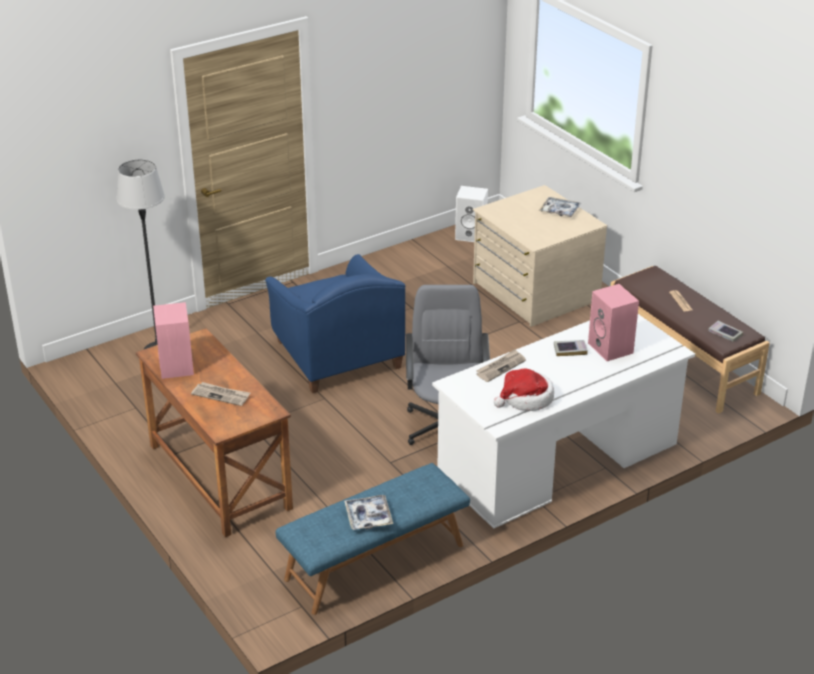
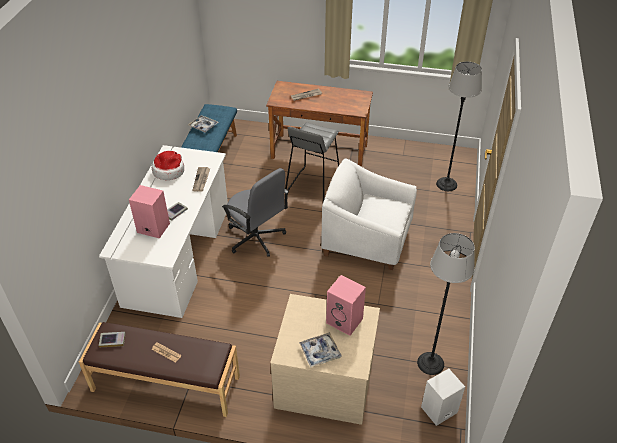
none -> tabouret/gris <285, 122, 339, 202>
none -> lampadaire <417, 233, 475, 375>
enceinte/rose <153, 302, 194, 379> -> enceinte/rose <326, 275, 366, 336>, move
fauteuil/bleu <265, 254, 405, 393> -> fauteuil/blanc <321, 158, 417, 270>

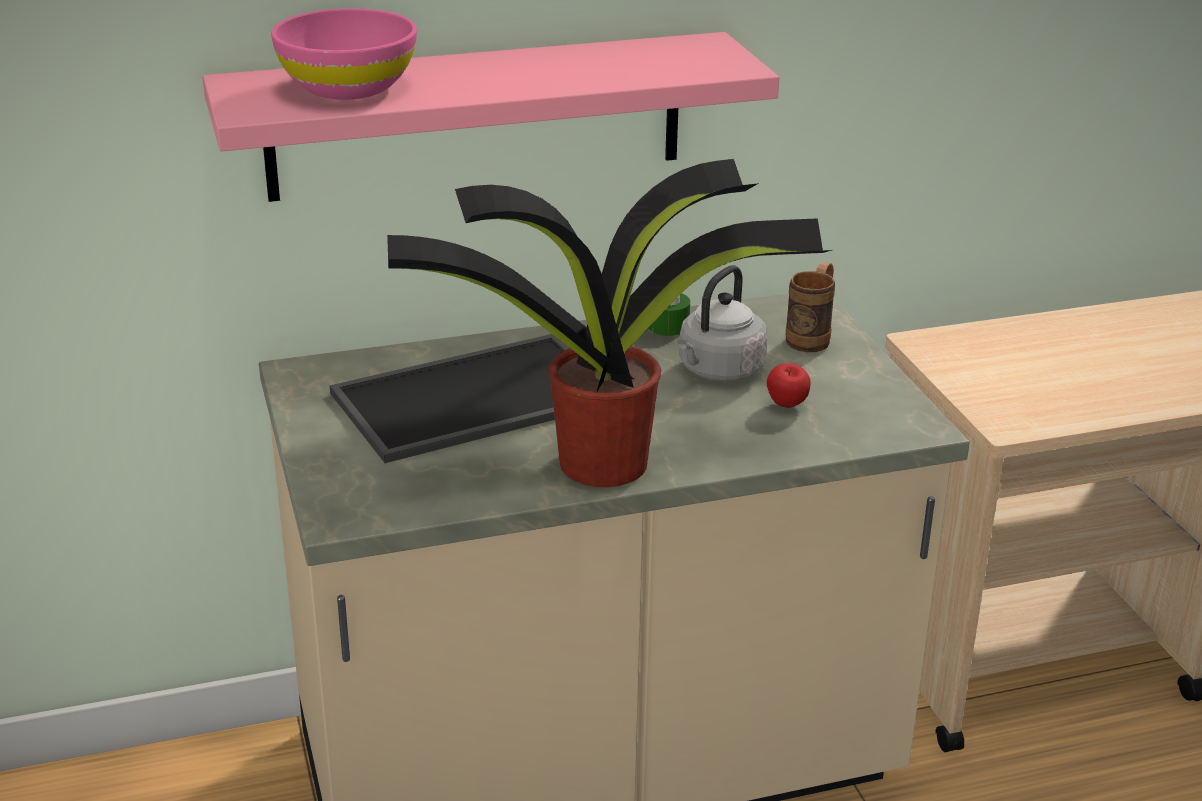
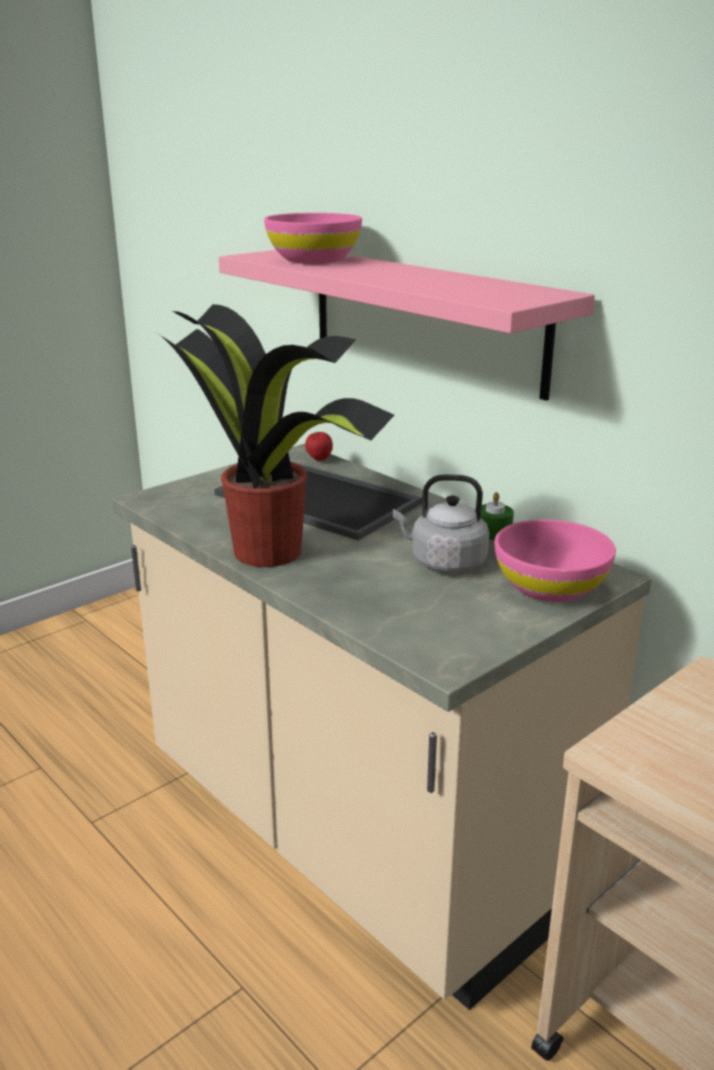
pomme <767, 363, 811, 408> -> pomme <305, 432, 333, 461>, move
mug/marron <785, 262, 835, 352> -> bol/rose <495, 519, 616, 602>

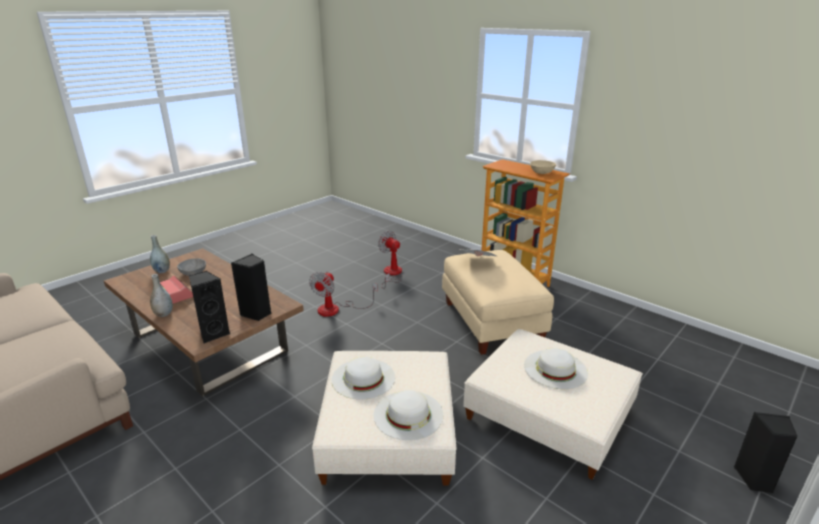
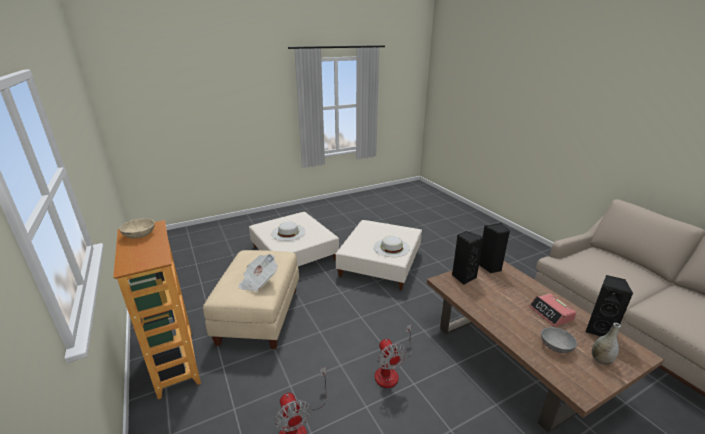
vase/gris <150, 274, 173, 317> -> none
chapeau/blanc <374, 390, 443, 440> -> none
enceinte/noir <734, 412, 798, 493> -> enceinte/noir <586, 275, 633, 337>, move
ventilateur <309, 272, 378, 316> -> ventilateur <375, 325, 411, 388>, 120 degrees clockwise

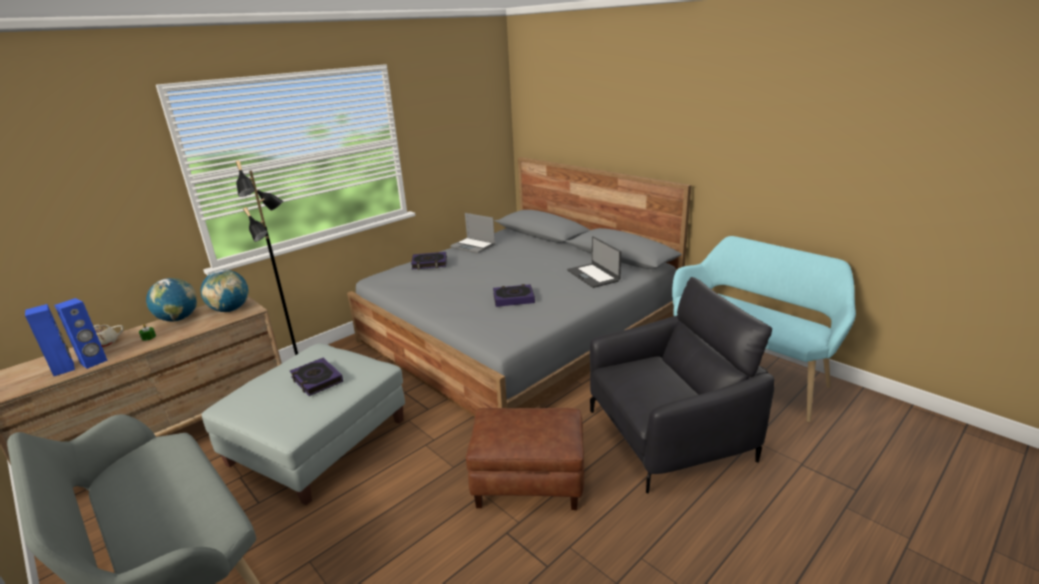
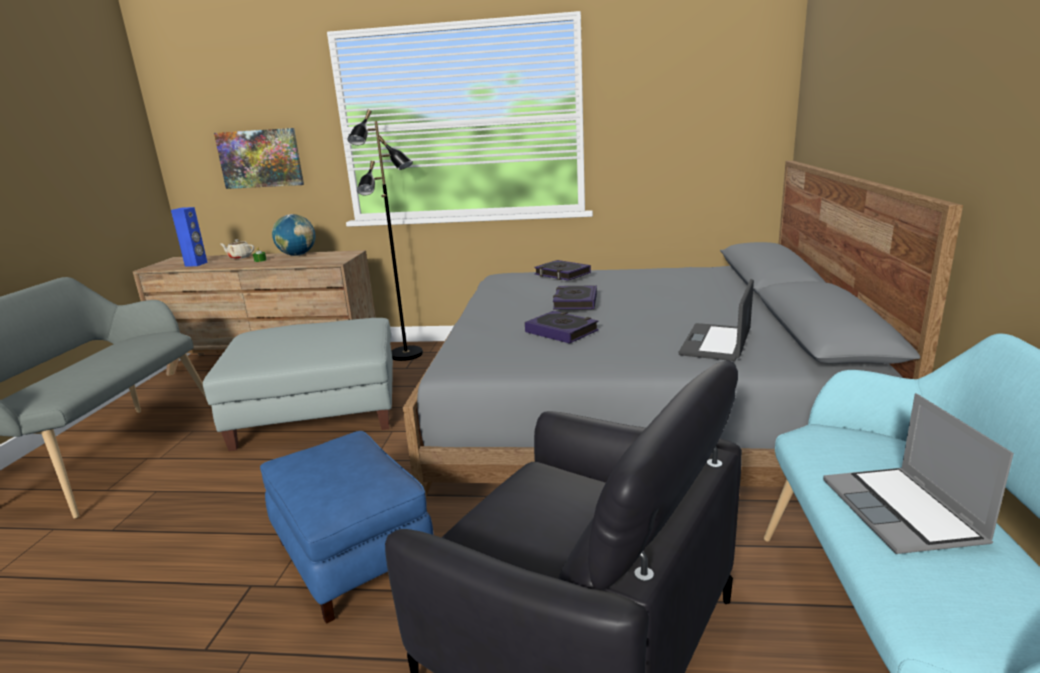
enceinte/bleu <54, 298, 108, 369> -> none
globe <201, 270, 249, 312> -> none
none -> tableau <214, 128, 304, 189>
livre <290, 358, 343, 396> -> livre <553, 285, 597, 309>, move
ordinateur portable <450, 213, 495, 254> -> ordinateur portable <823, 393, 1014, 554>, move
pouf/marron <466, 408, 584, 510> -> pouf/bleu <260, 431, 434, 624>

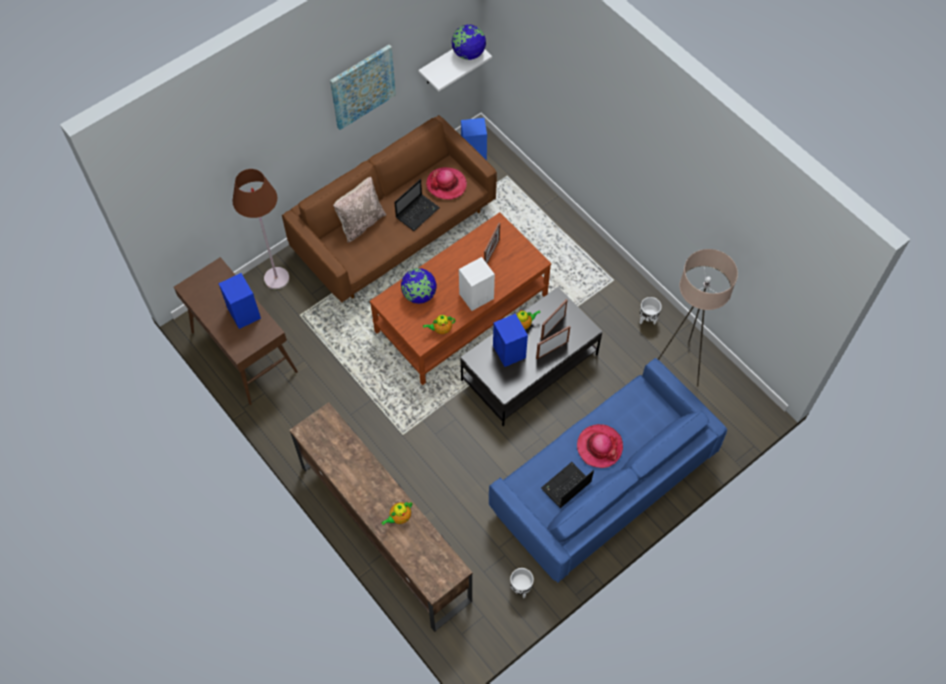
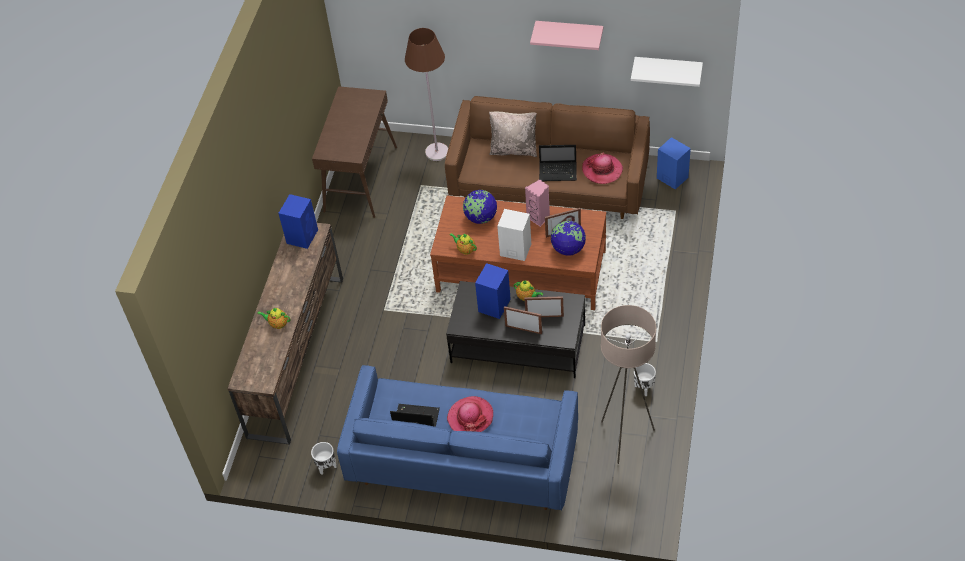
none -> enceinte/rose <525, 179, 550, 227>
enceinte/bleu <218, 273, 261, 329> -> enceinte/bleu <278, 194, 318, 249>, move
globe <452, 25, 486, 60> -> globe <551, 221, 586, 256>, move
tableau <330, 45, 396, 130> -> étagère/rose <530, 21, 603, 50>

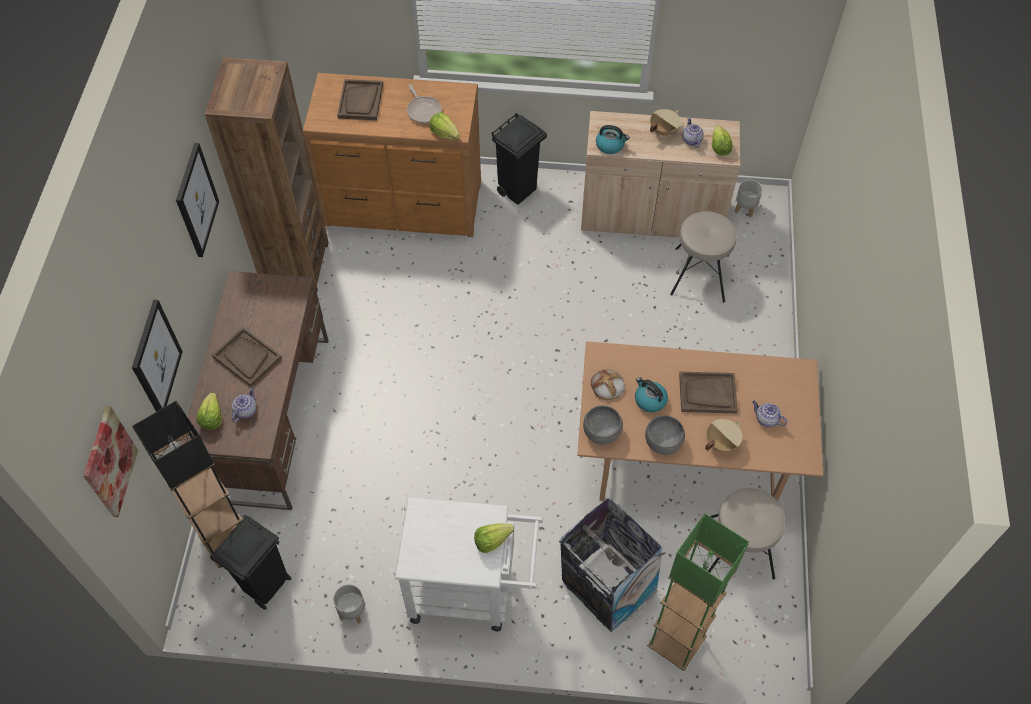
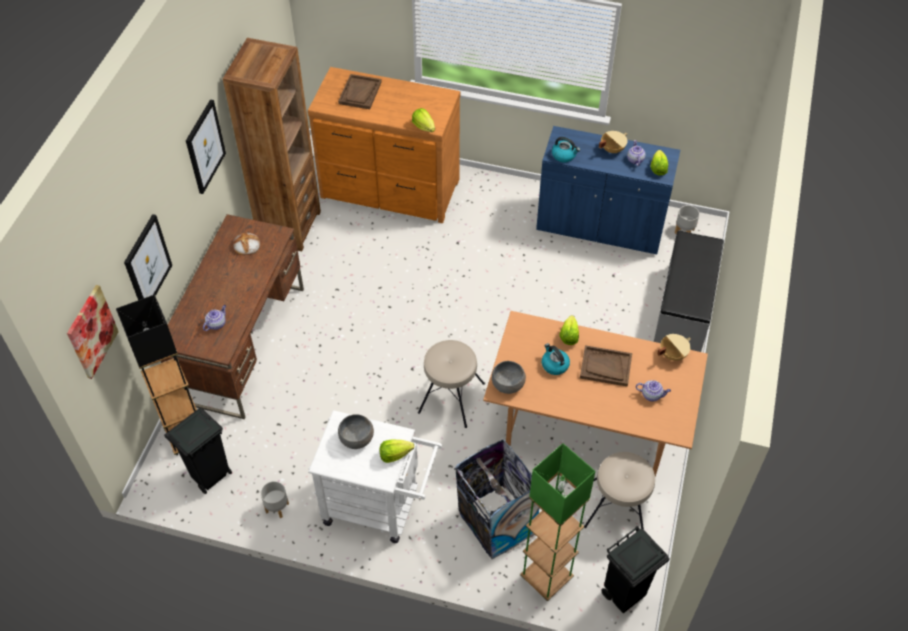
plateau/marron <212, 327, 282, 387> -> none
poêle <407, 84, 442, 123> -> none
none -> banc/gris <654, 230, 724, 352>
laitue <196, 392, 222, 430> -> laitue <559, 315, 579, 345>, move
poubelle/noir <491, 113, 547, 205> -> poubelle/noir <601, 526, 670, 613>, move
pain <591, 369, 625, 400> -> pain <233, 232, 260, 255>, move
bol/gris <645, 416, 685, 455> -> bol/gris <338, 414, 374, 449>, move
tabouret/beige <670, 211, 737, 302> -> tabouret/beige <418, 340, 485, 428>, move
marmite/beige <705, 419, 742, 453> -> marmite/beige <657, 334, 691, 361>, move
meuble de rangement/beige <581, 111, 740, 238> -> meuble de rangement/bleu <536, 126, 680, 254>
théière <752, 401, 787, 427> -> théière <636, 380, 671, 401>, 150 degrees clockwise

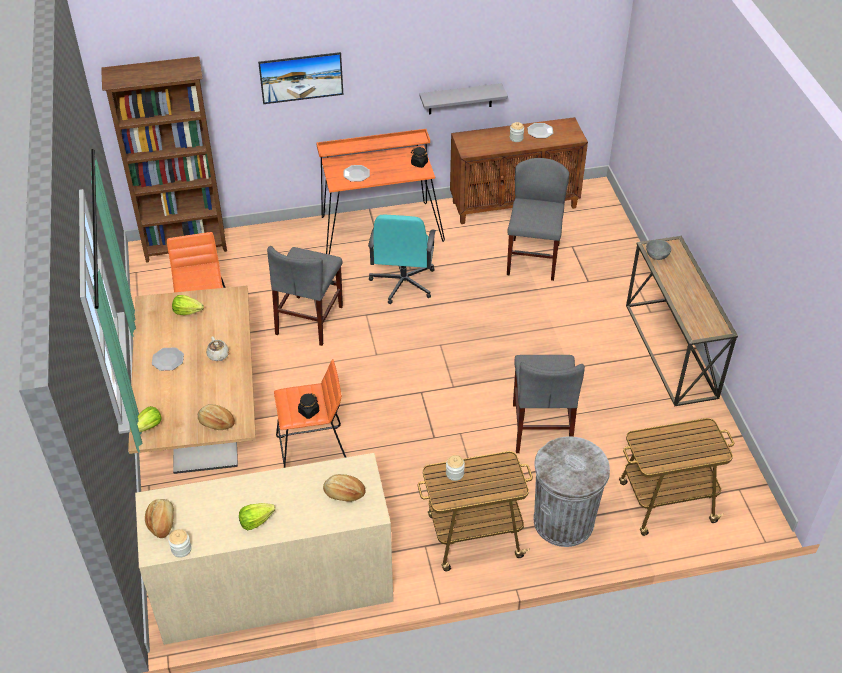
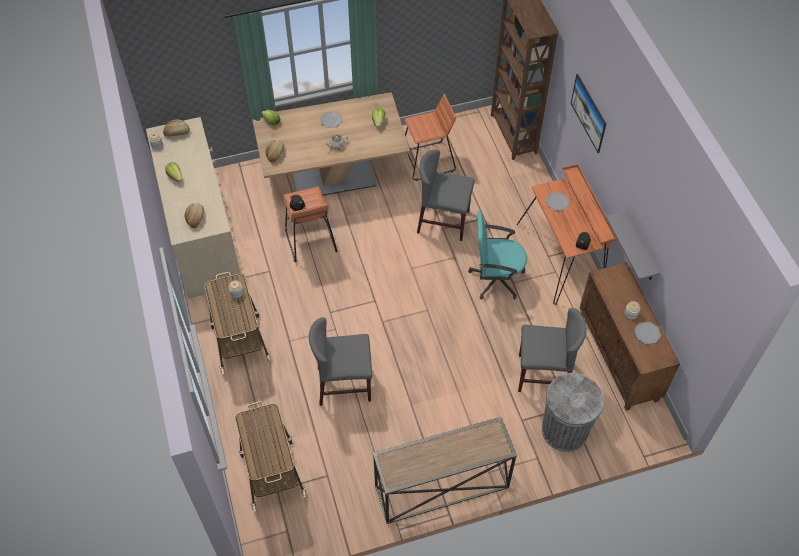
bol/gris <646, 240, 671, 260> -> none
poubelle/gris <533, 436, 610, 547> -> poubelle/gris <542, 373, 604, 452>, move

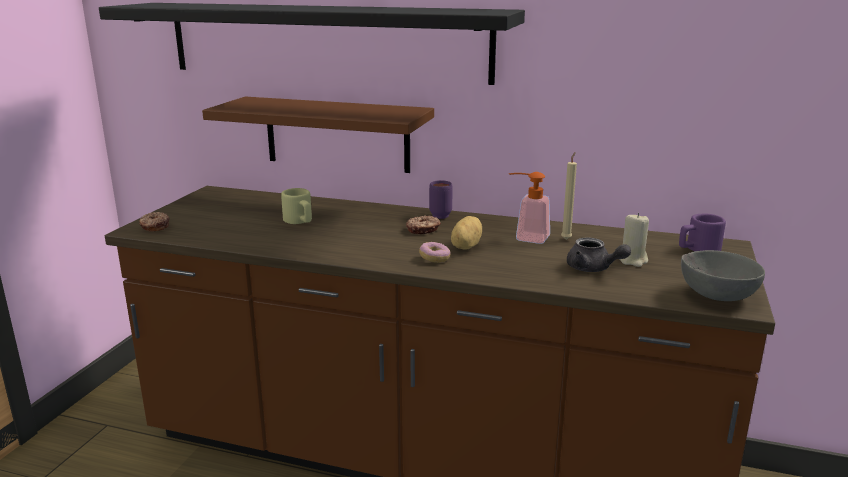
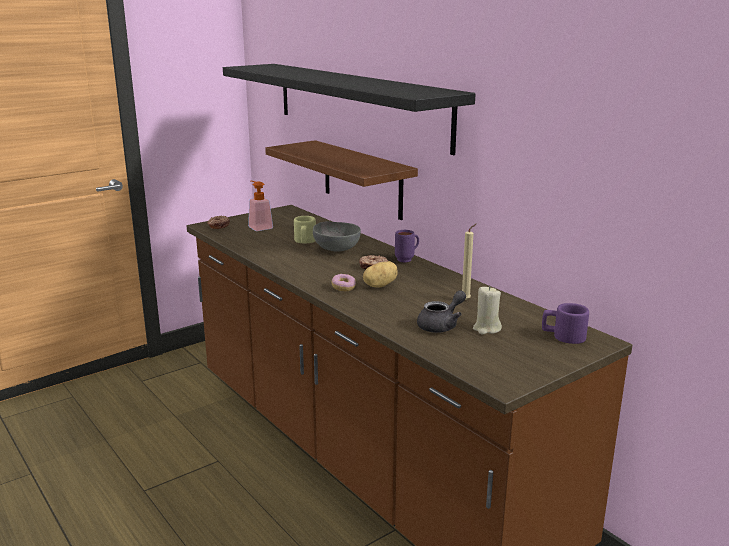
distributeur de savon <509, 172, 550, 244> -> distributeur de savon <248, 181, 273, 231>, move
bol/gris <681, 250, 765, 301> -> bol/gris <313, 221, 361, 252>, move
théière/gris <567, 237, 631, 272> -> théière/gris <417, 290, 466, 333>, 120 degrees counterclockwise

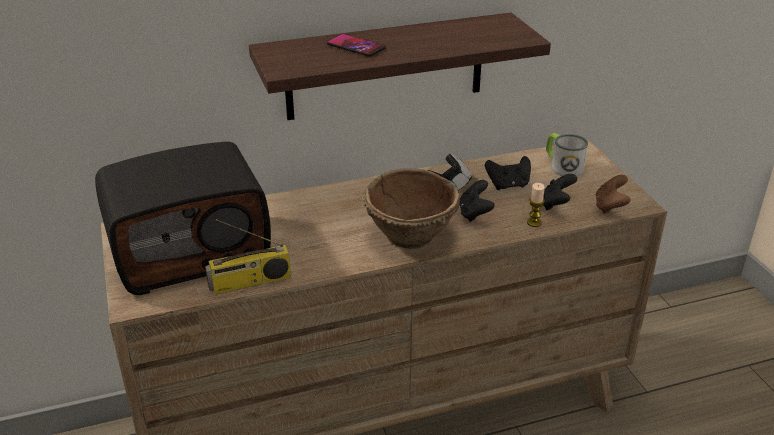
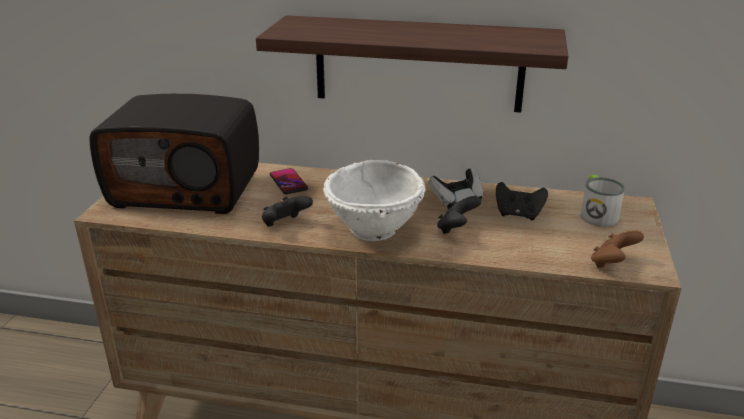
radio <205, 219, 291, 294> -> none
bougie <527, 183, 545, 227> -> none
téléphone <327, 34, 386, 57> -> téléphone <270, 168, 308, 194>, move
manette/noir <543, 174, 577, 210> -> manette/noir <262, 196, 313, 227>, move
bol/marron <363, 168, 460, 249> -> bol/blanc <323, 160, 426, 241>

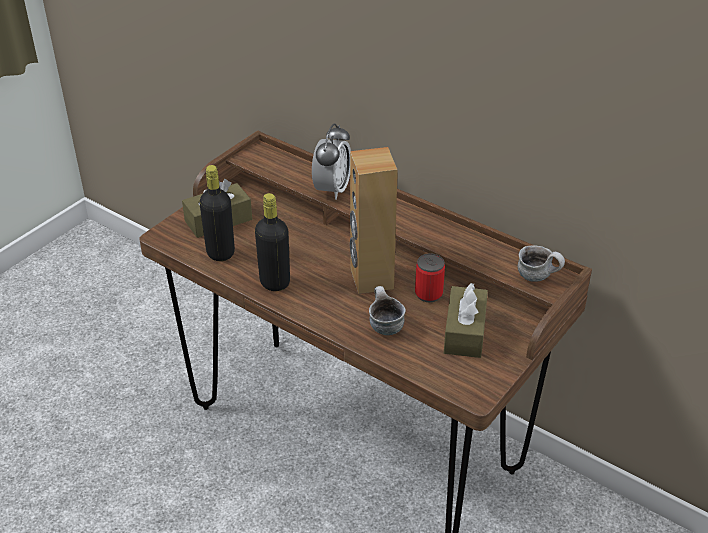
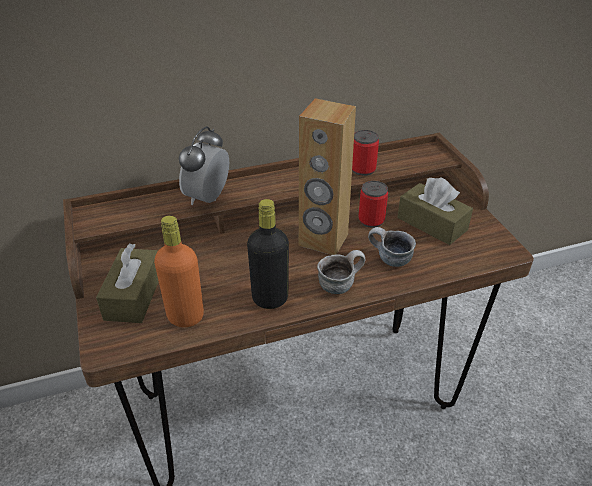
none -> boîte métallique <352, 130, 379, 176>
mug <518, 245, 565, 282> -> mug <317, 250, 365, 294>, move
bouteille/noir <199, 165, 235, 261> -> bouteille/orange <154, 216, 204, 327>
réveil <312, 123, 351, 200> -> réveil <179, 126, 229, 205>, 120 degrees counterclockwise

